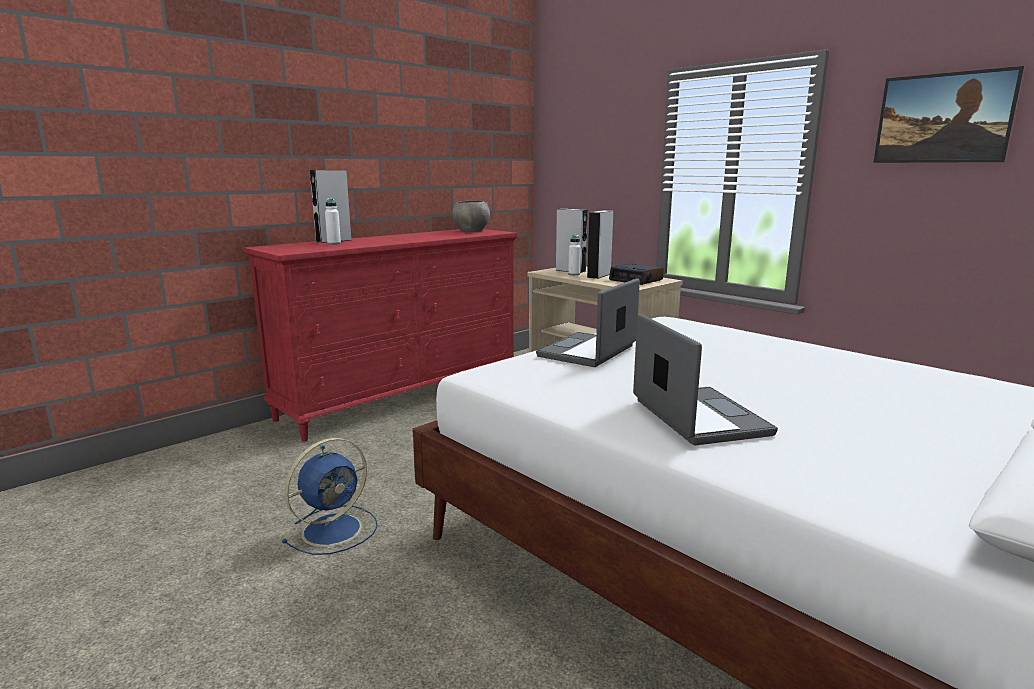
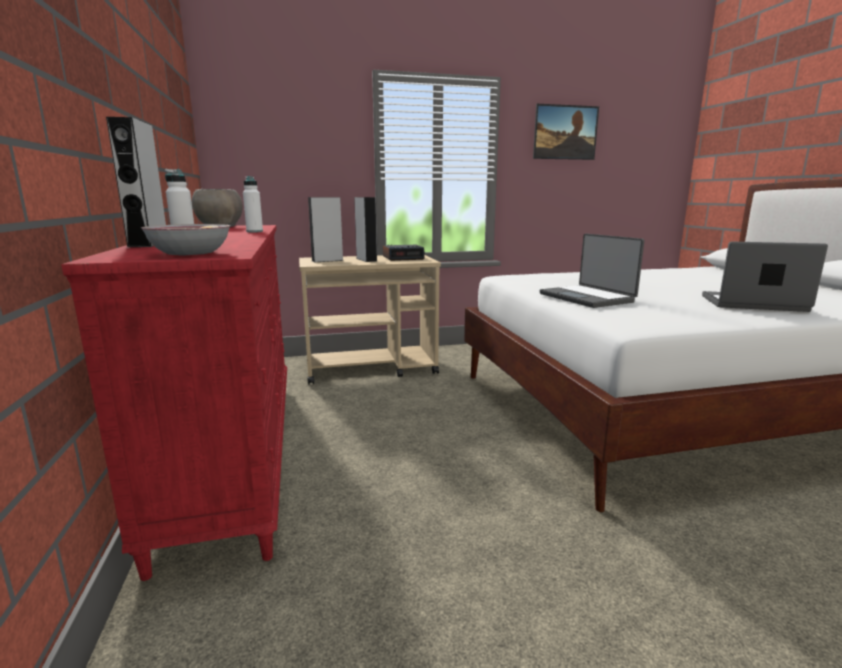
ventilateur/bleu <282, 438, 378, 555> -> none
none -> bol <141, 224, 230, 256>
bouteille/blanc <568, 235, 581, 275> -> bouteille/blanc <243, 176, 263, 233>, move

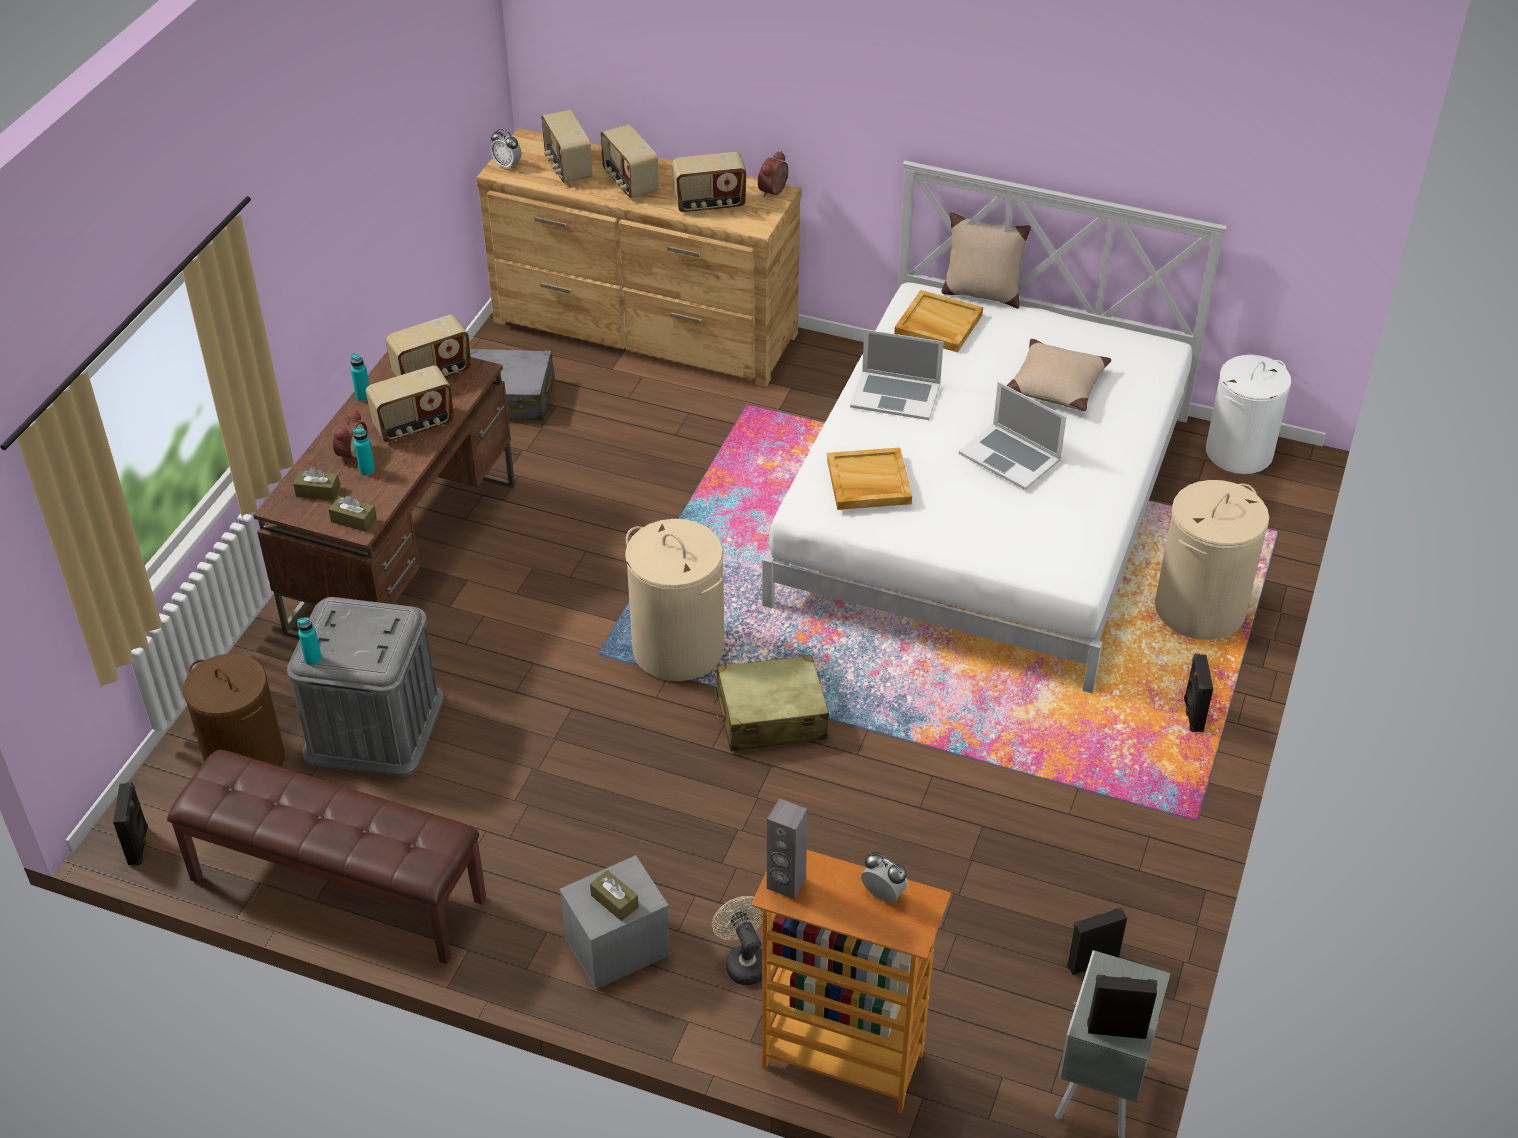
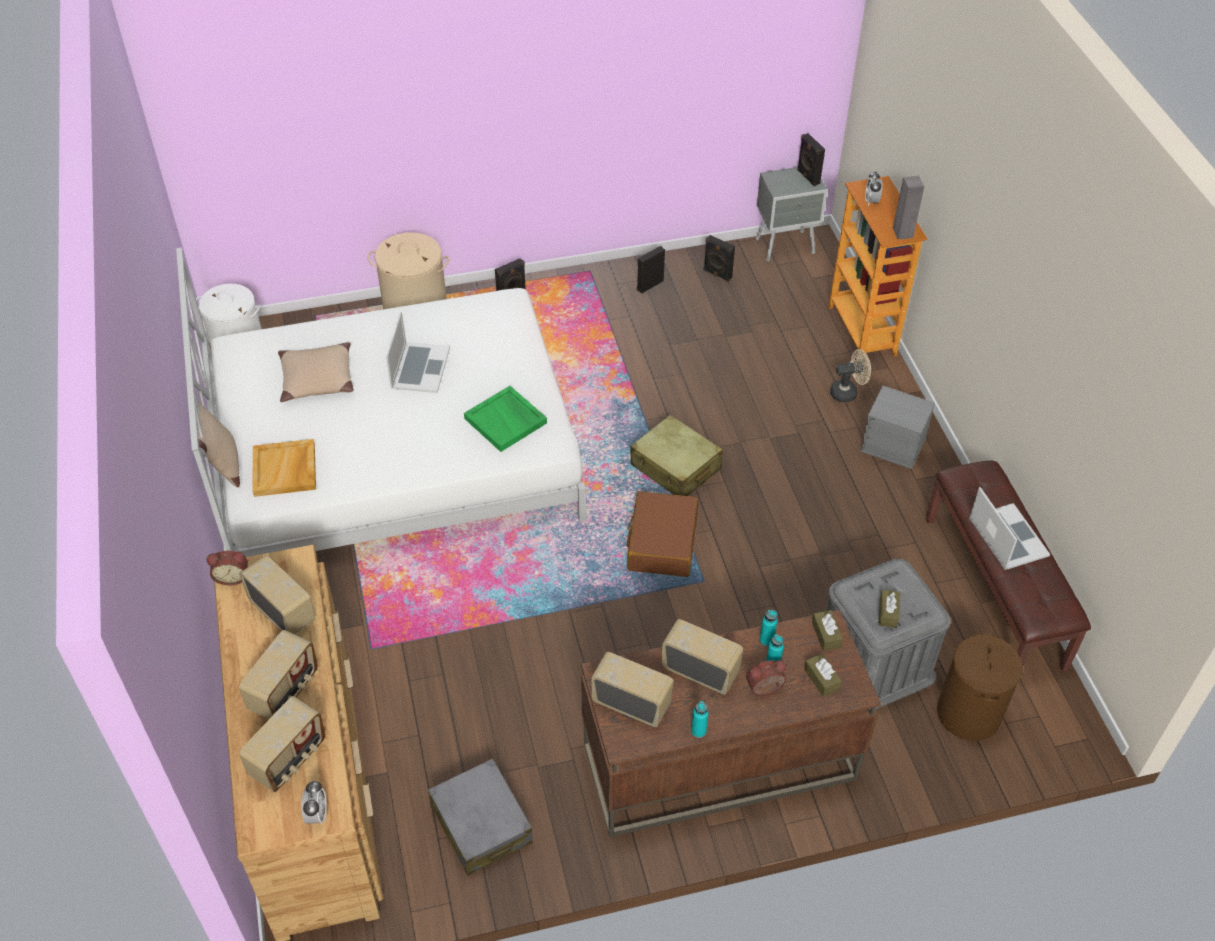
enceinte/noir <113, 782, 148, 865> -> enceinte/noir <637, 246, 665, 294>, move
bouteille/turquoise <297, 617, 322, 666> -> bouteille/turquoise <760, 610, 777, 646>, move
boîte à mouchoirs/marron <590, 870, 639, 921> -> boîte à mouchoirs/marron <878, 589, 900, 628>, move
ordinateur portable <850, 329, 944, 420> -> ordinateur portable <969, 487, 1050, 570>, move
panier à linge/beige <625, 519, 725, 681> -> valise/marron <627, 491, 698, 577>
plateau/beige <827, 447, 912, 510> -> plateau/vert <464, 386, 547, 452>
ventilateur/beige <712, 896, 762, 985> -> ventilateur/beige <830, 349, 871, 402>, 135 degrees counterclockwise

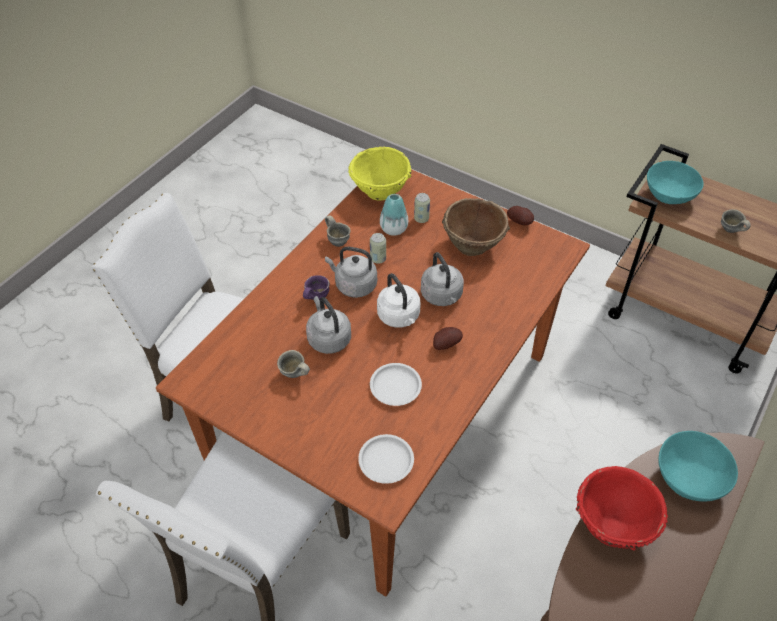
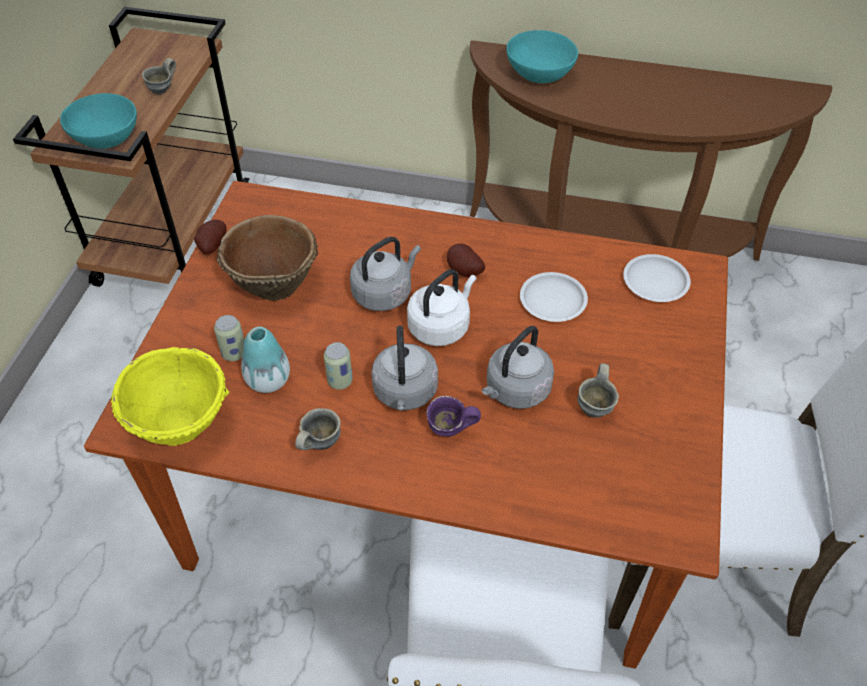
bol/rouge <576, 466, 668, 550> -> none

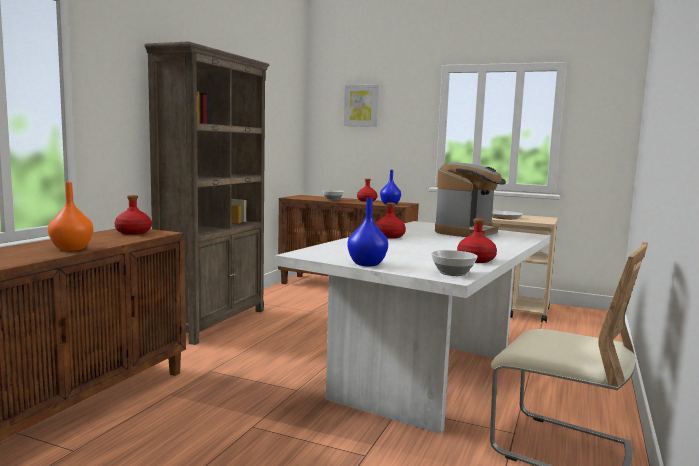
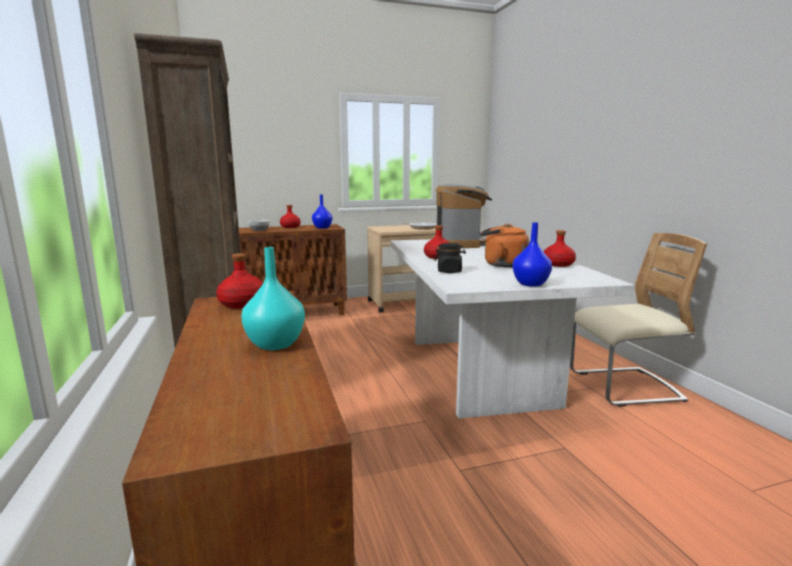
tableau <344, 85, 379, 127> -> none
bol <431, 250, 478, 276> -> none
none -> bocal/noir <435, 243, 466, 273>
none -> bouilloire/orange <480, 224, 529, 268>
vase/orange <48, 182, 93, 251> -> vase/turquoise <241, 247, 305, 350>

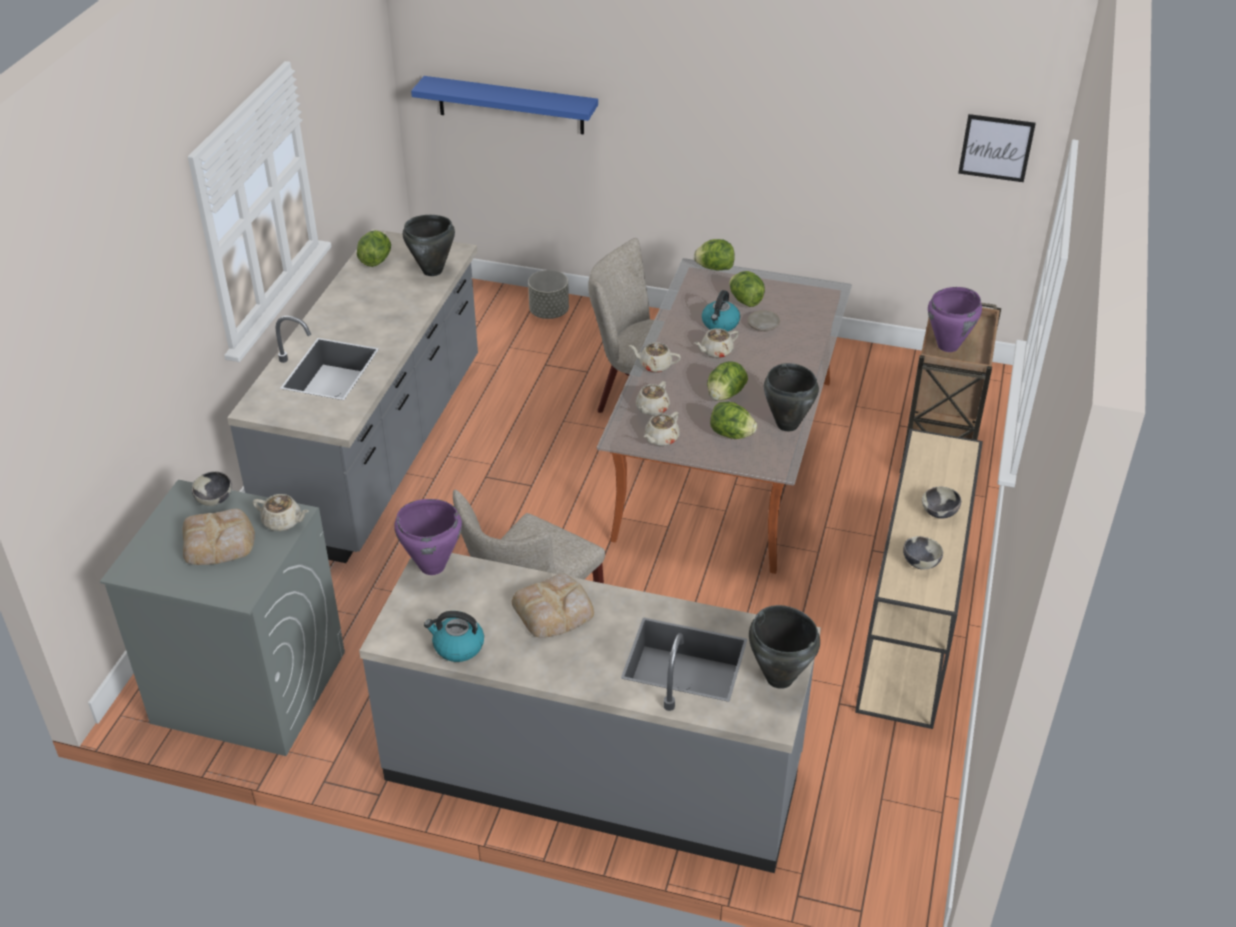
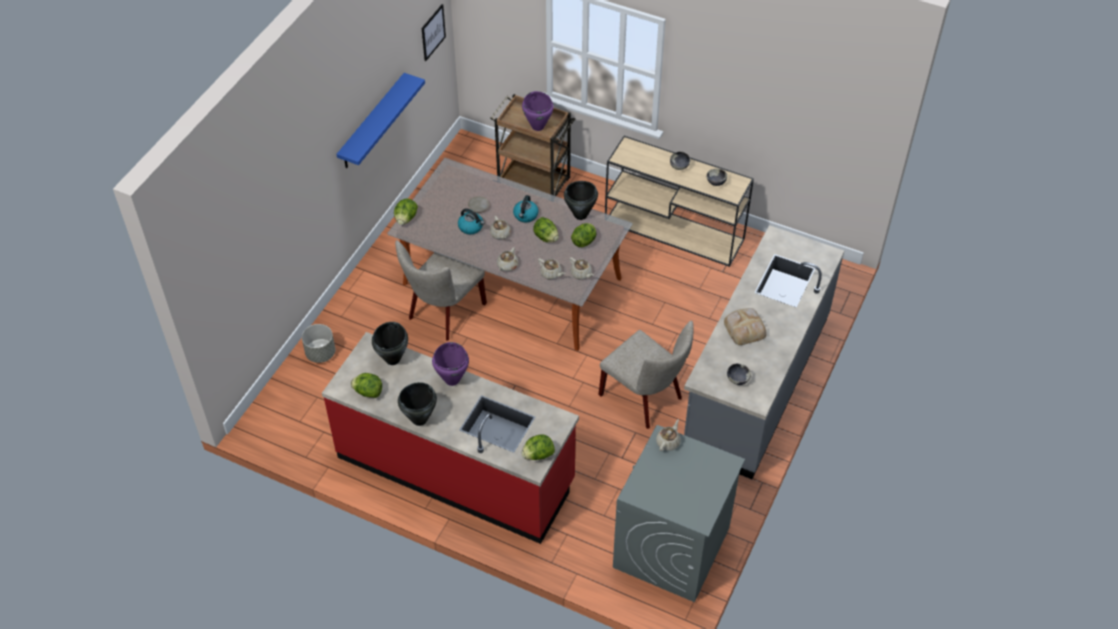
pain <182, 509, 255, 565> -> none
bol <192, 471, 232, 506> -> bol <727, 363, 751, 385>, move
marmite/violet <394, 499, 462, 575> -> marmite/violet <432, 342, 469, 386>, move
étagère/bleu <411, 76, 598, 135> -> étagère/bleu <337, 73, 425, 169>, move
bouilloire <424, 611, 484, 662> -> bouilloire <513, 195, 539, 223>, move
laitue <729, 271, 765, 307> -> laitue <522, 434, 555, 460>, move
marmite/noir <749, 605, 820, 689> -> marmite/noir <398, 382, 437, 426>, move
comptoir de cuisine/gris <227, 229, 478, 563> -> comptoir de cuisine/rouge <322, 332, 579, 544>

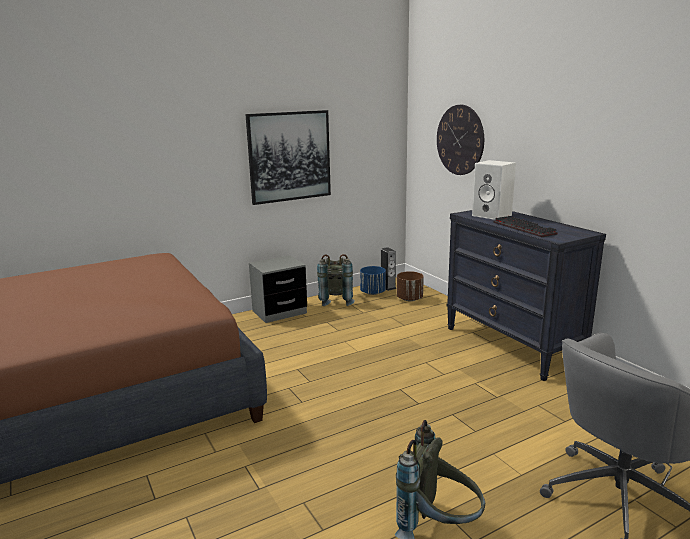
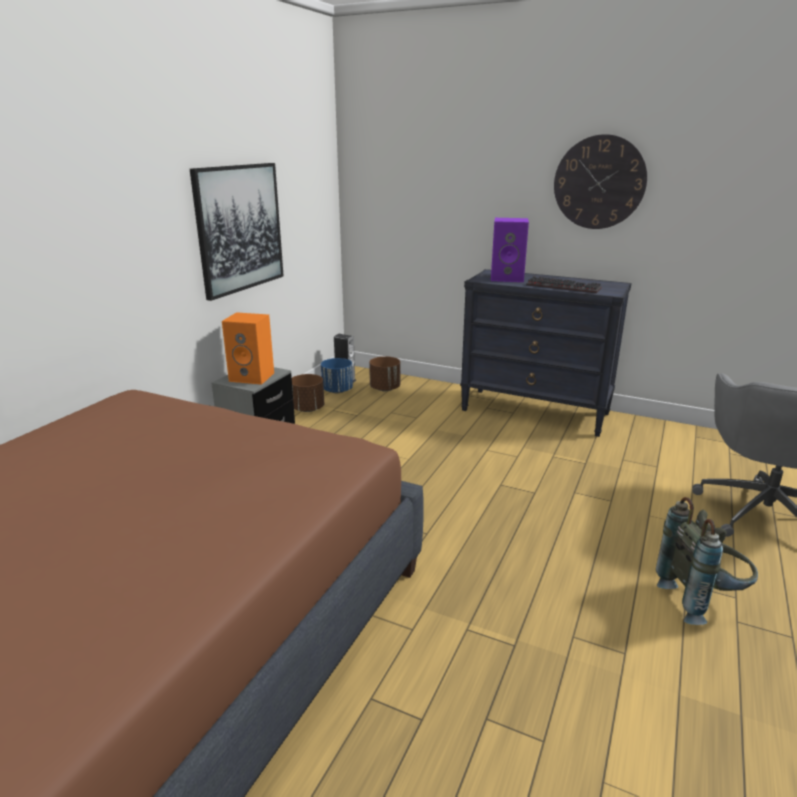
none -> enceinte/orange <222, 312, 274, 385>
horloge murale <437, 105, 484, 175> -> horloge murale <554, 134, 647, 229>, move
sac à dos/gris <317, 254, 355, 306> -> cache-pot/marron <292, 374, 324, 412>
enceinte/blanc <472, 160, 516, 220> -> enceinte/violet <491, 218, 529, 282>

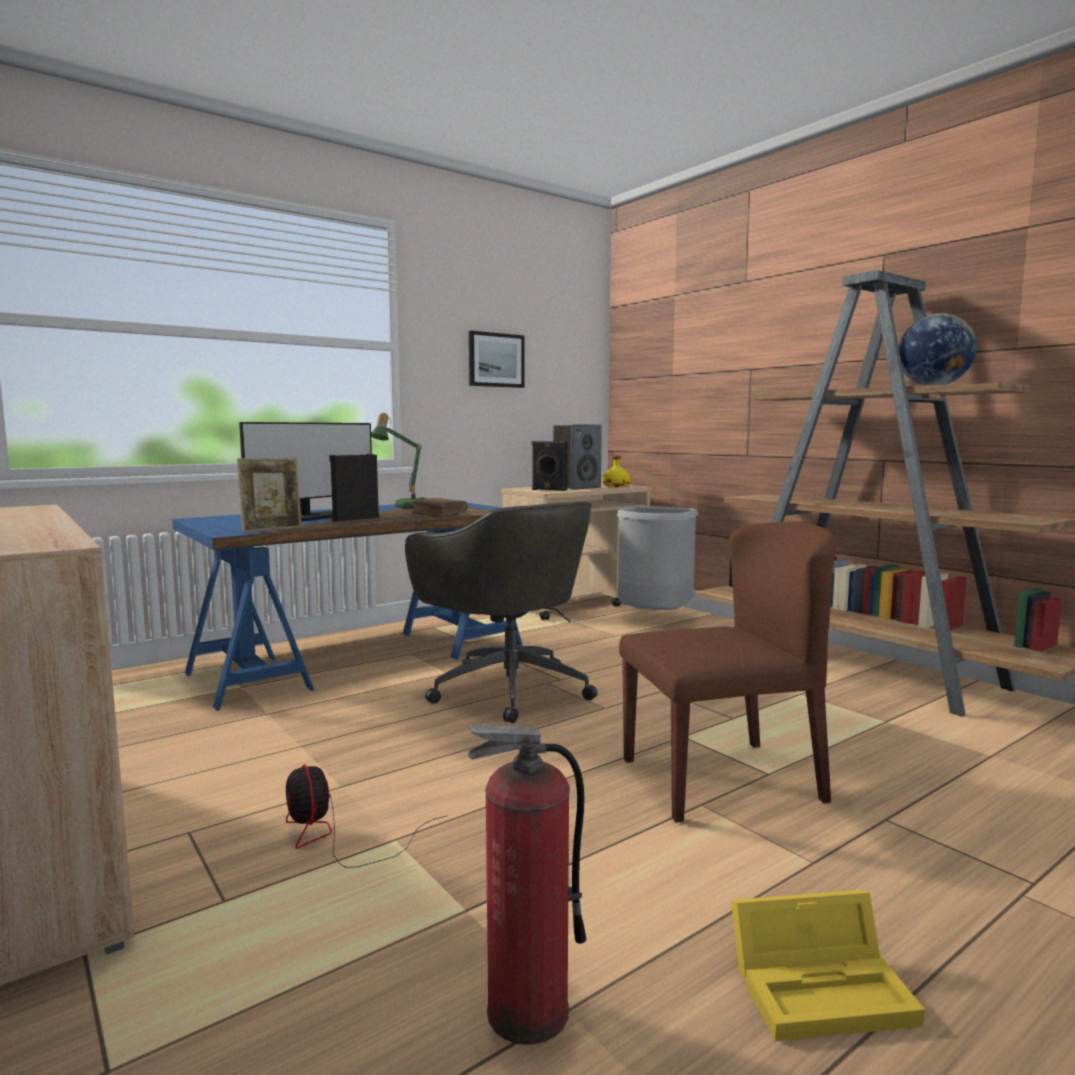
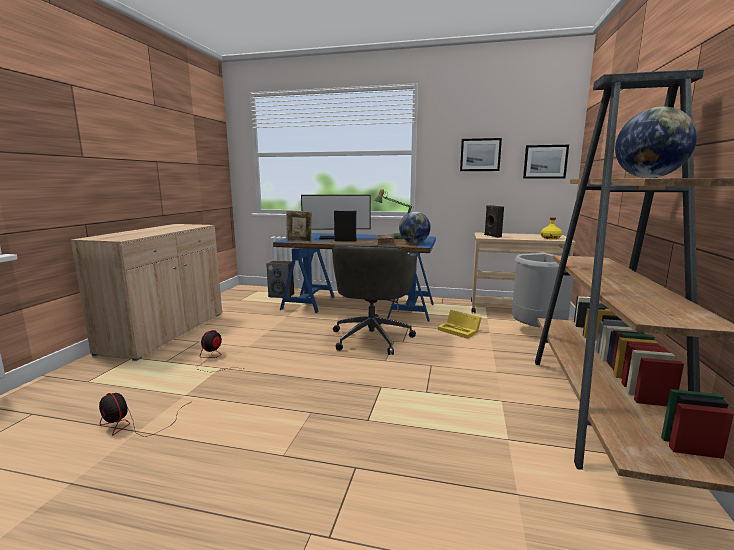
chaise/marron <619, 522, 836, 823> -> none
none -> globe <399, 212, 431, 244>
none -> tableau <523, 145, 569, 179>
enceinte <553, 425, 602, 490> -> enceinte <266, 261, 294, 298>, move
boîte de rangement/jaune <731, 890, 925, 1041> -> boîte de rangement/jaune <438, 310, 482, 339>, move
extincteur <468, 725, 586, 1045> -> ventilateur <99, 393, 191, 437>

